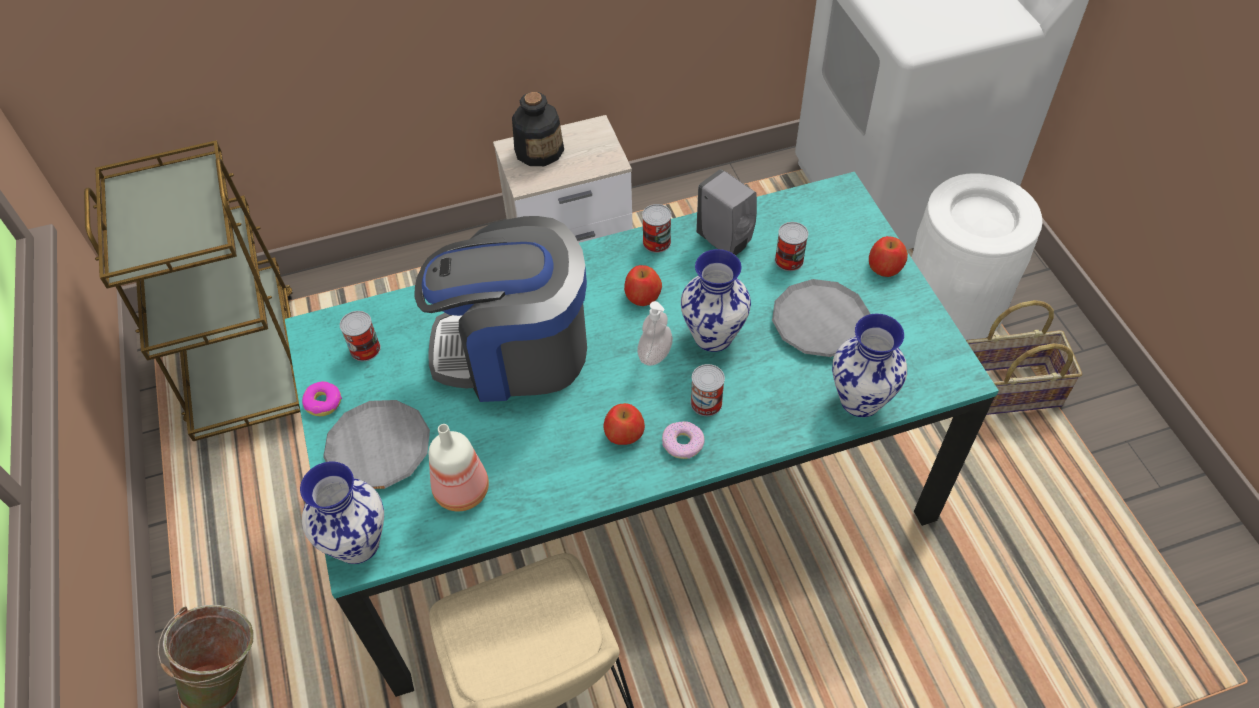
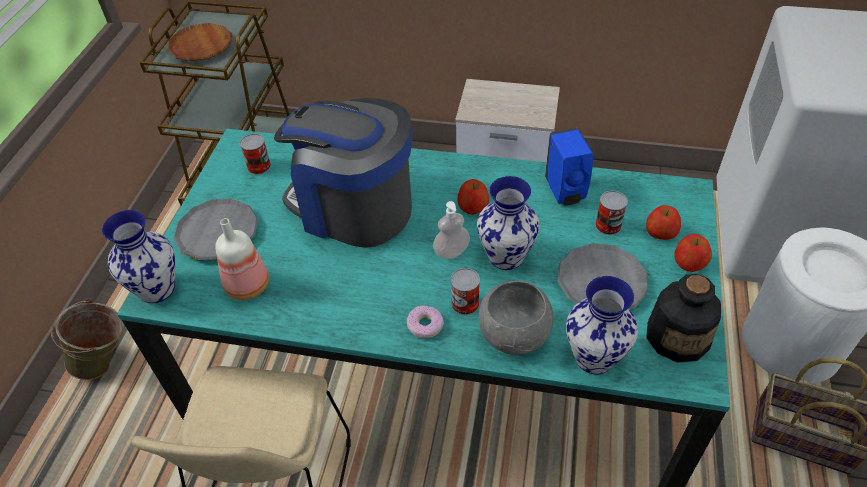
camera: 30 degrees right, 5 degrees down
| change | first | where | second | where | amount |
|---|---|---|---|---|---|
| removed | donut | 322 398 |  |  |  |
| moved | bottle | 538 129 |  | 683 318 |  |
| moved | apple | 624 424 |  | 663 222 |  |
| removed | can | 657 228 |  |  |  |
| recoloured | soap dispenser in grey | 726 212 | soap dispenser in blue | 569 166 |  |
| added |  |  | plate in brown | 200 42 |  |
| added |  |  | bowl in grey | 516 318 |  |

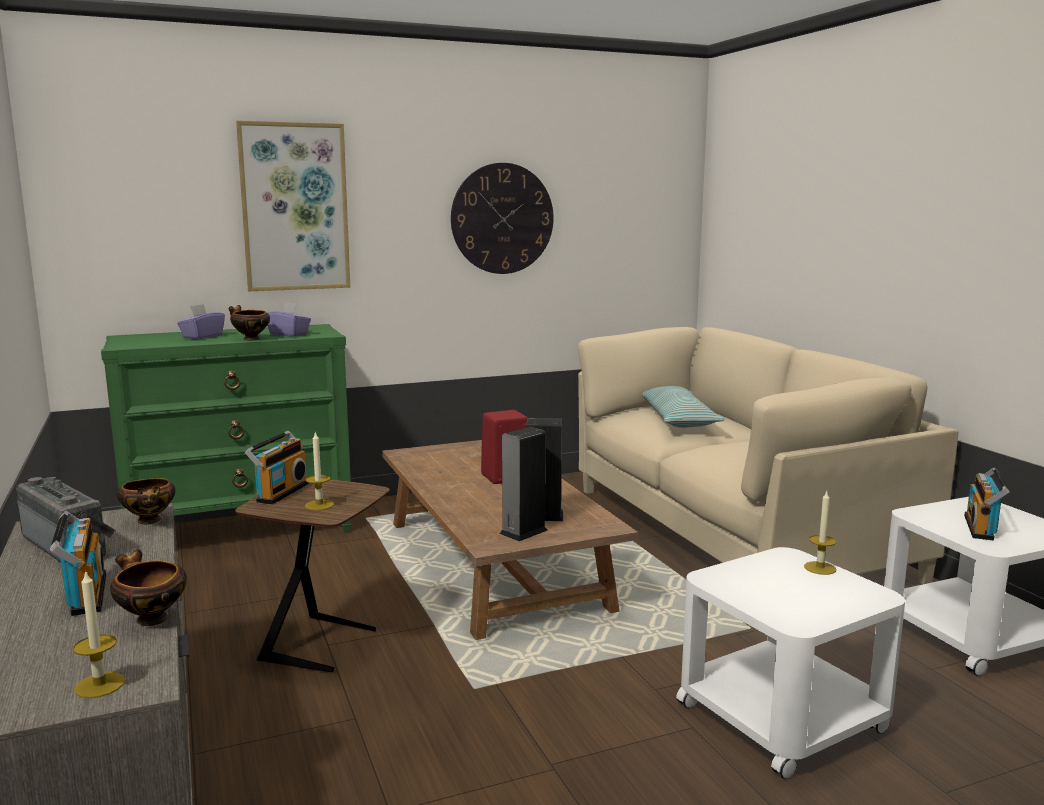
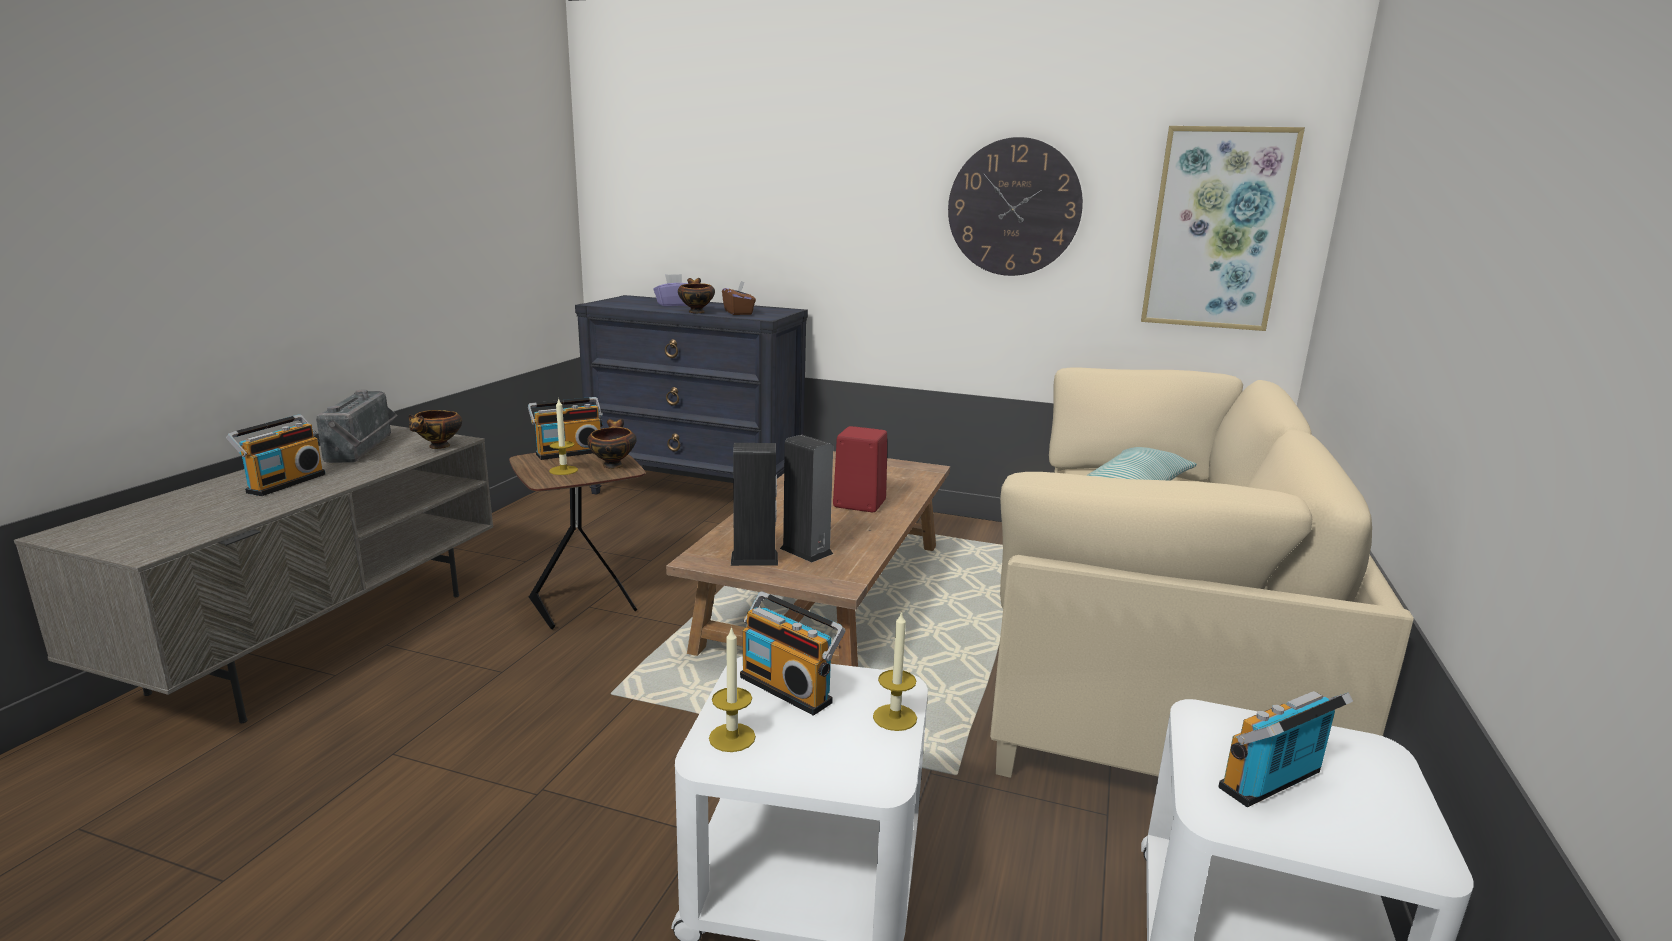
camera: 40 degrees right, 5 degrees up
| change | first | where | second | where | amount |
|---|---|---|---|---|---|
| moved | candle | 99 634 |  | 732 689 |  |
| recoloured | dresser in green | 226 428 | dresser in black | 691 395 |  |
| moved | bowl | 148 587 |  | 612 444 |  |
| moved | picture | 293 206 |  | 1223 228 |  |
| recoloured | tissue box in purple | 289 319 | tissue box in brown | 739 298 |  |
| added |  |  | radio | 793 653 |  |

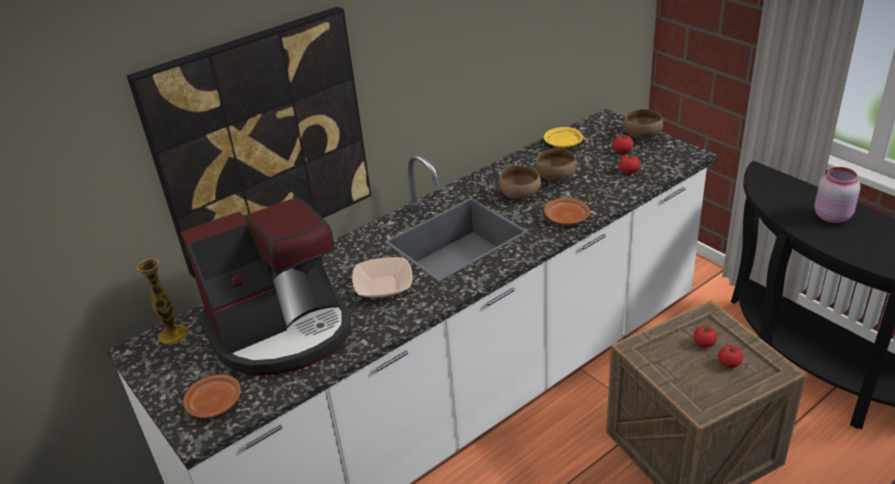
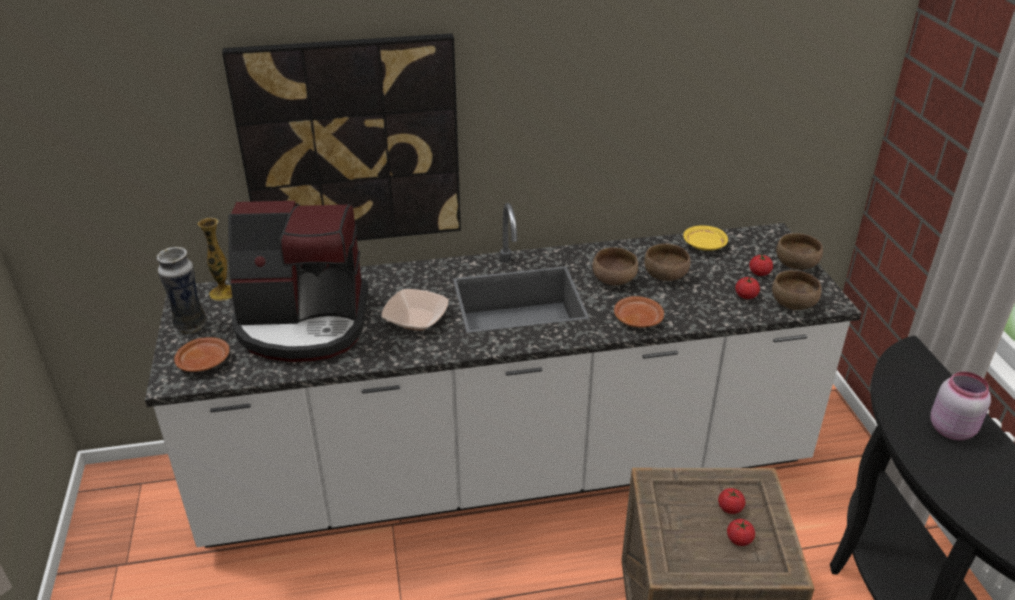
camera: 25 degrees right, 0 degrees up
| change | first | where | second | where | amount |
|---|---|---|---|---|---|
| added |  |  | vase | 181 290 |  |
| added |  |  | bowl in brown | 797 290 |  |

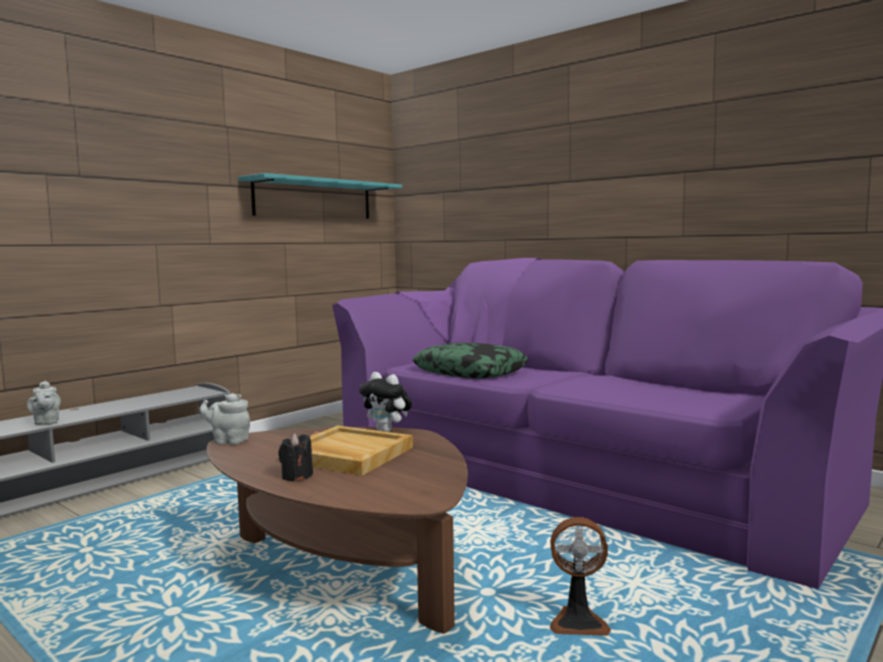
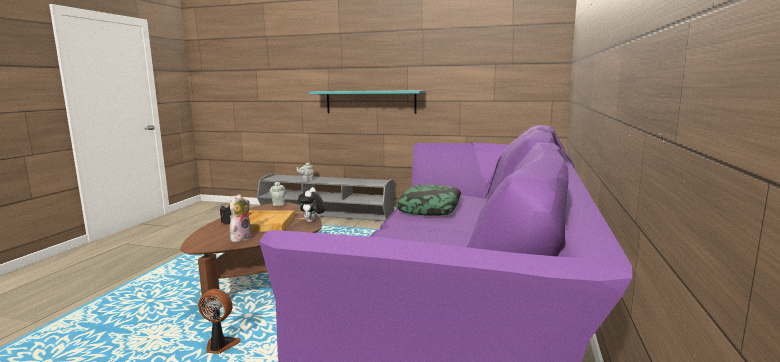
camera: 65 degrees right, 5 degrees up
| change | first | where | second | where | amount |
|---|---|---|---|---|---|
| moved | shelf in turquoise | 320 196 |  | 367 102 |  |
| turned | fan | 580 576 |  | 219 321 | 120 degrees clockwise |
| added |  |  | plush toy | 240 218 |  |

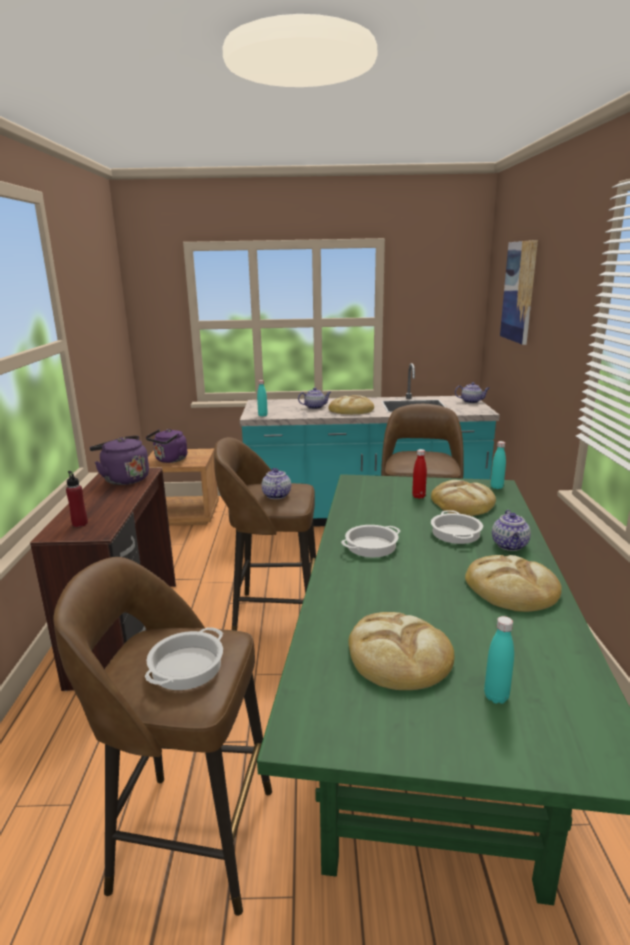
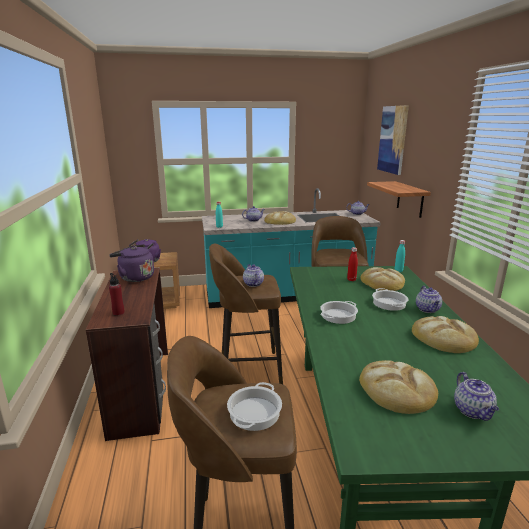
camera: 10 degrees left, 0 degrees up
| change | first | where | second | where | amount |
|---|---|---|---|---|---|
| replaced | bottle in turquoise | 499 660 | teapot | 476 396 |  |
| added |  |  | shelf | 399 199 |  |

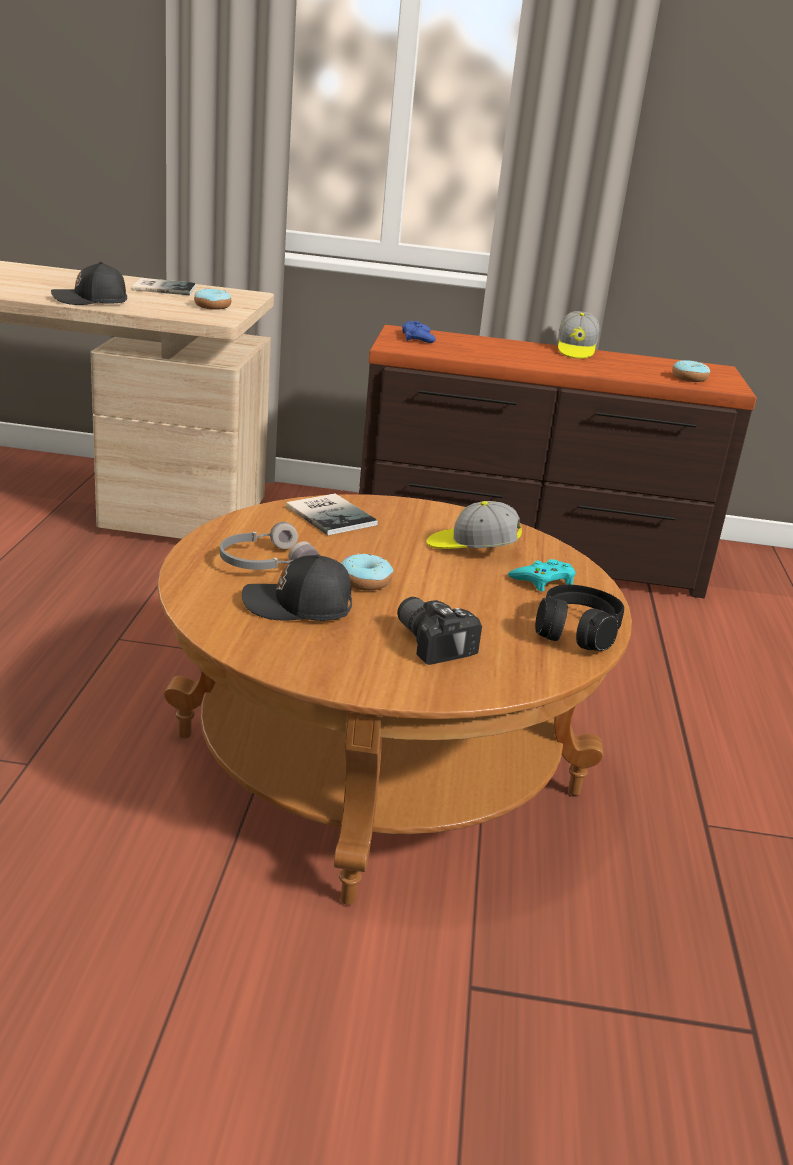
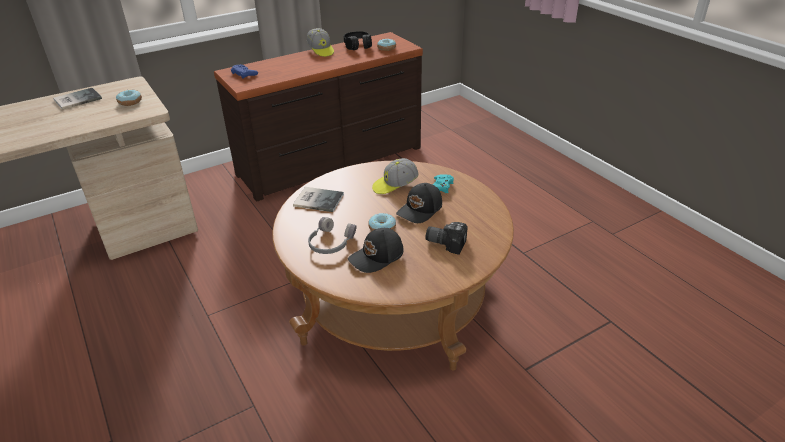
camera: 35 degrees left, 10 degrees up
| change | first | where | second | where | amount |
|---|---|---|---|---|---|
| moved | cap in black | 89 283 |  | 419 203 |  |
| moved | headphones in black | 579 618 |  | 358 40 |  |

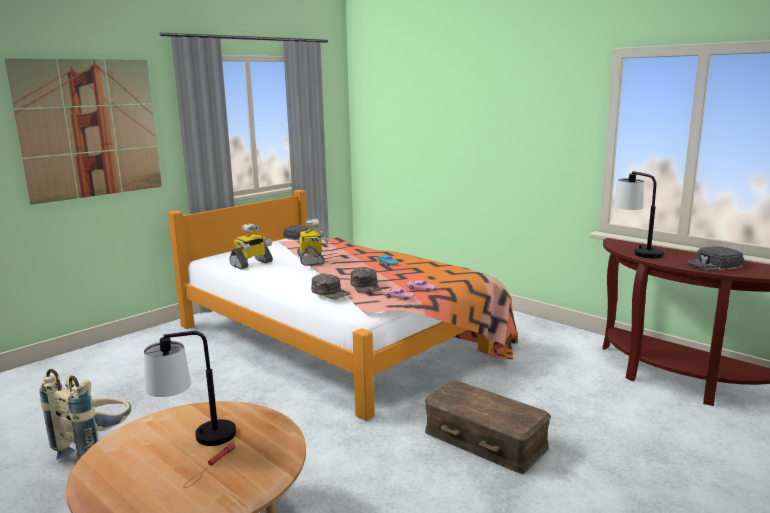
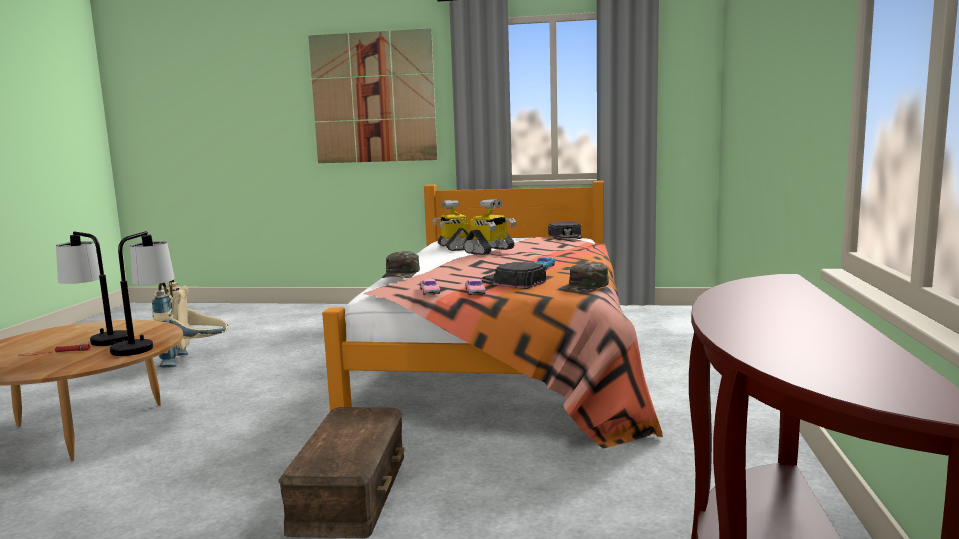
camera: 55 degrees right, 5 degrees down
| change | first | where | second | where | amount |
|---|---|---|---|---|---|
| turned | toy robot | 251 246 |  | 451 225 | 60 degrees clockwise |
| moved | cap in green | 365 280 |  | 583 277 |  |
| moved | table lamp | 639 214 |  | 142 293 |  |
| moved | cap in black | 714 258 |  | 514 275 |  |

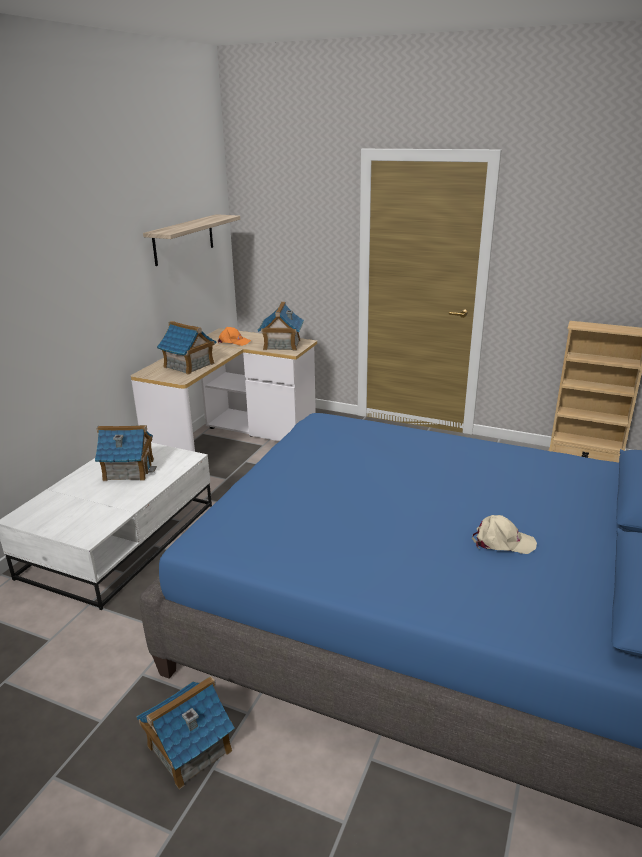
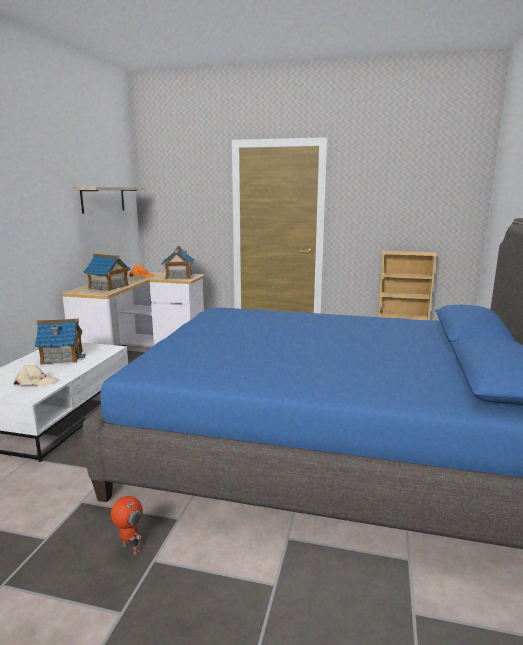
camera: 10 degrees left, 10 degrees down
| change | first | where | second | where | amount |
|---|---|---|---|---|---|
| replaced | toy house | 185 732 | toy robot | 126 525 |  |
| moved | cap in beige | 504 534 |  | 35 375 |  |

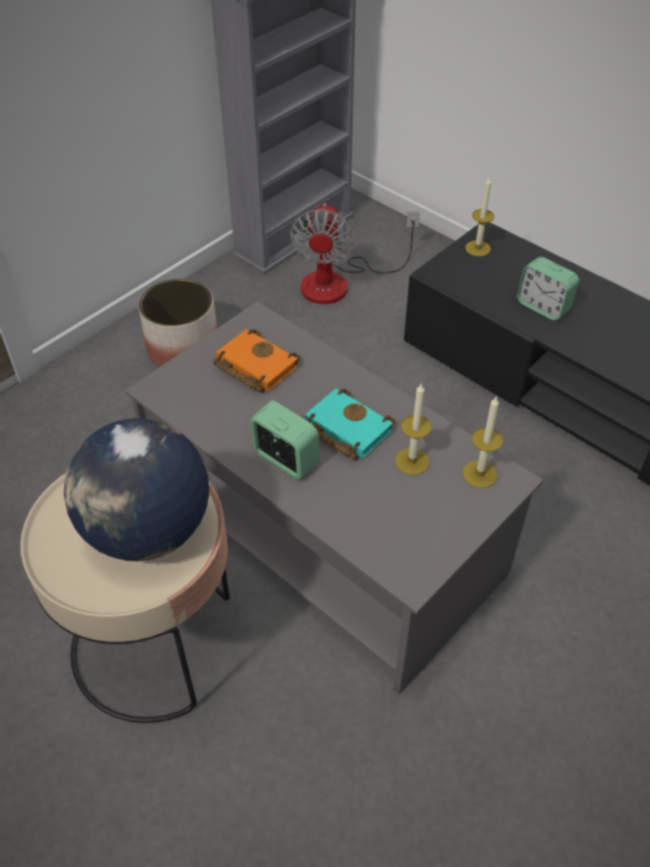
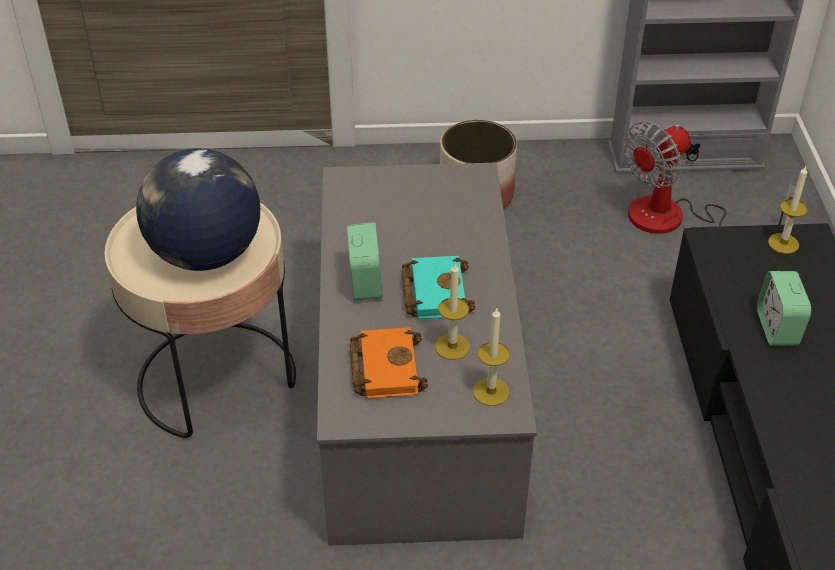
camera: 45 degrees right, 5 degrees down
| change | first | where | second | where | amount |
|---|---|---|---|---|---|
| moved | book in orange | 256 361 |  | 389 362 |  |

